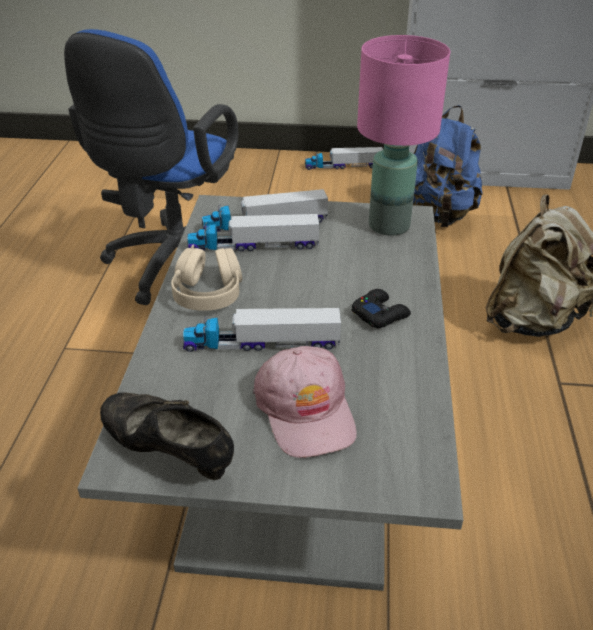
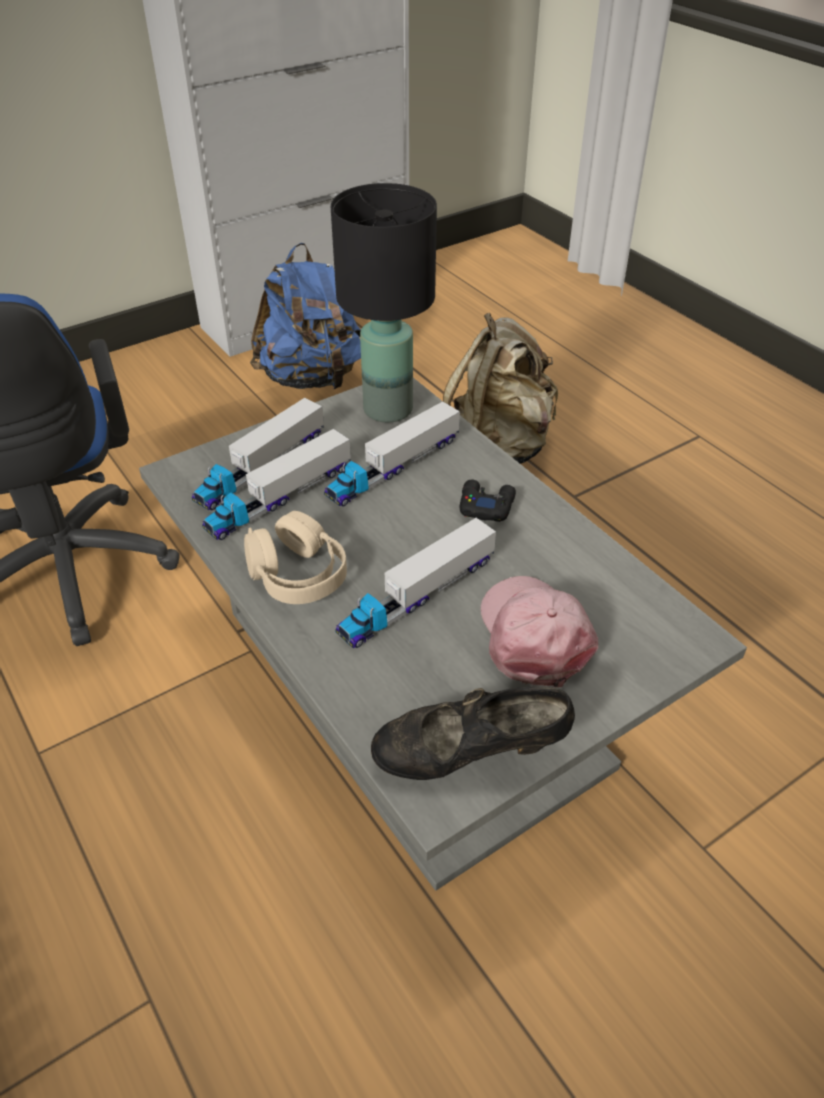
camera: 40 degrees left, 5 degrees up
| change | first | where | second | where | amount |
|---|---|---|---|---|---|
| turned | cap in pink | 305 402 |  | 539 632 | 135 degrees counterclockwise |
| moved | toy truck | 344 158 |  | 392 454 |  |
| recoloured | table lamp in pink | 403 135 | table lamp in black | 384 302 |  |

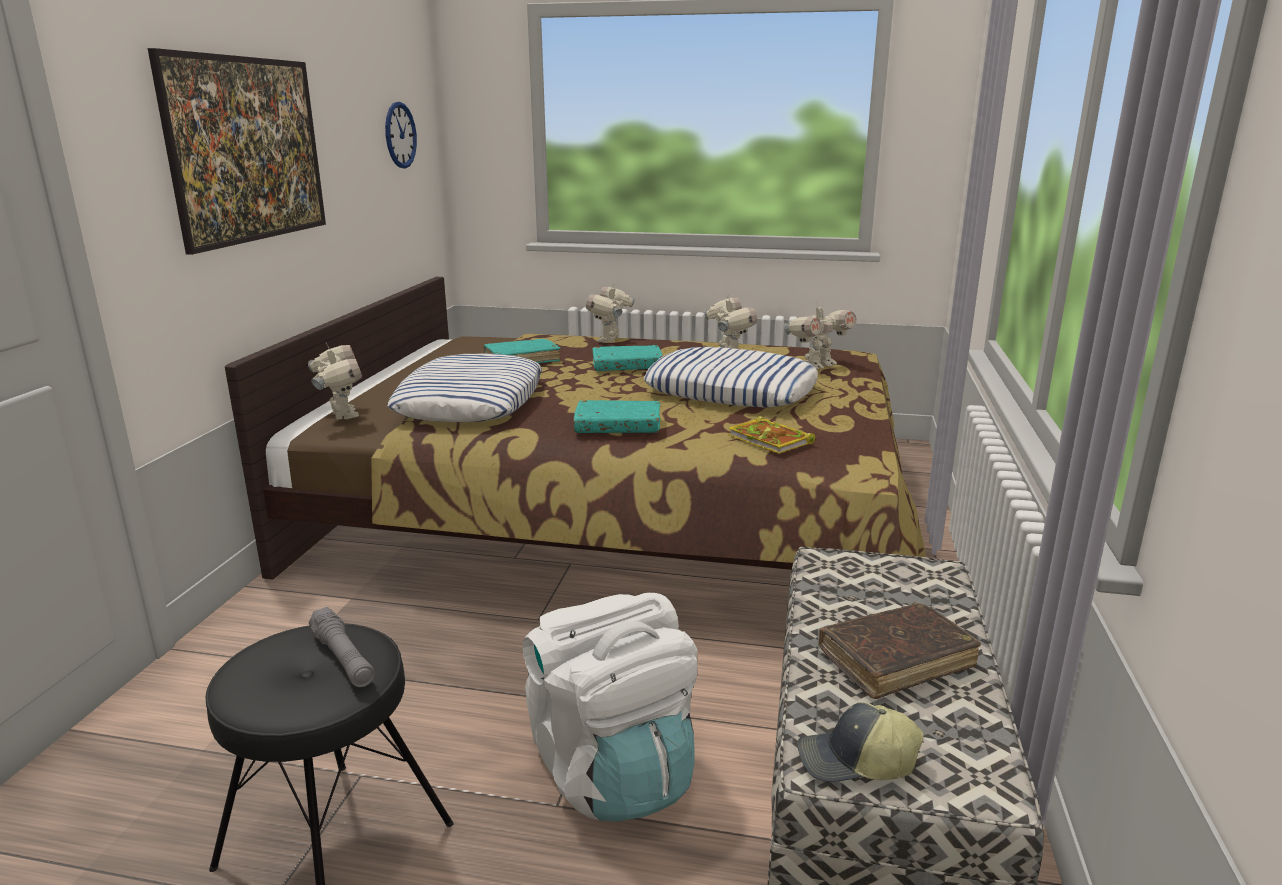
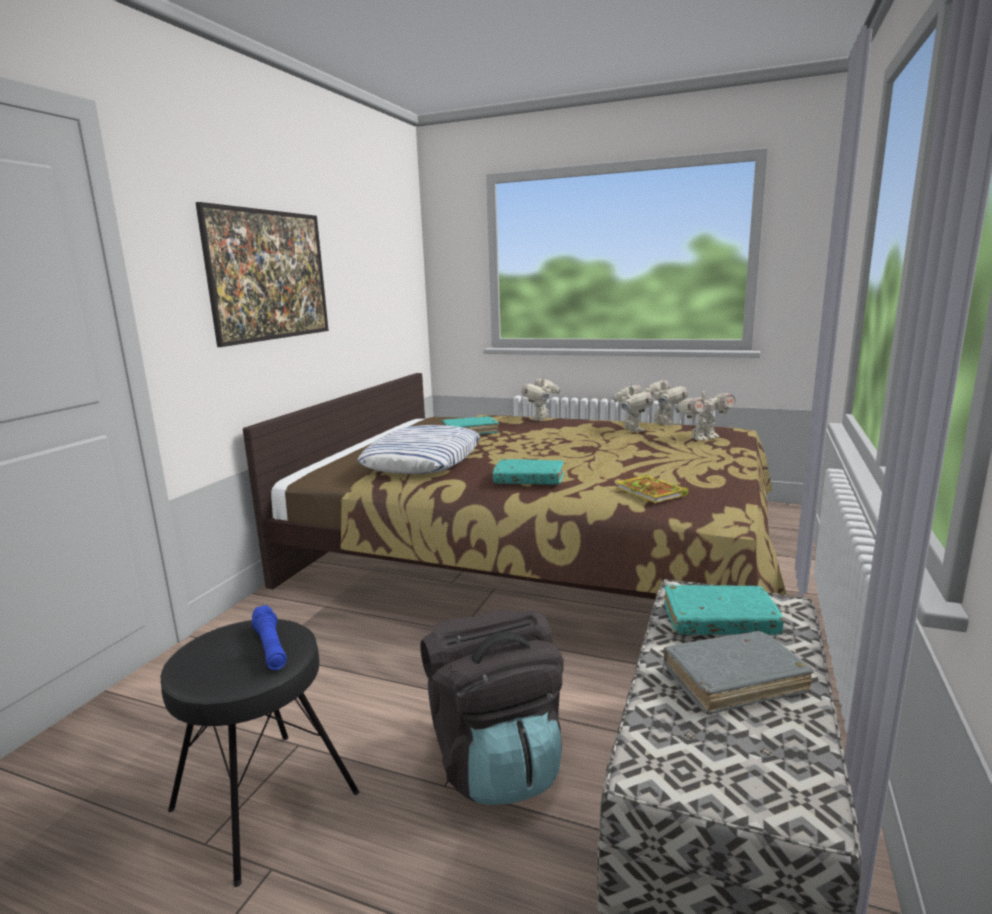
camera: 10 degrees right, 5 degrees down
| change | first | where | second | where | amount |
|---|---|---|---|---|---|
| moved | toy robot | 335 381 |  | 665 401 |  |
| recoloured | flashlight in grey | 342 647 | flashlight in blue | 269 637 |  |
| removed | wall clock | 401 135 |  |  |  |
| recoloured | backpack in white | 610 707 | backpack in black | 492 707 |  |
| moved | book in turquoise | 627 358 |  | 724 610 |  |
| removed | pillow | 731 377 |  |  |  |
| removed | cap | 861 742 |  |  |  |
| recoloured | book in brown | 900 651 | book in grey | 739 673 |  |

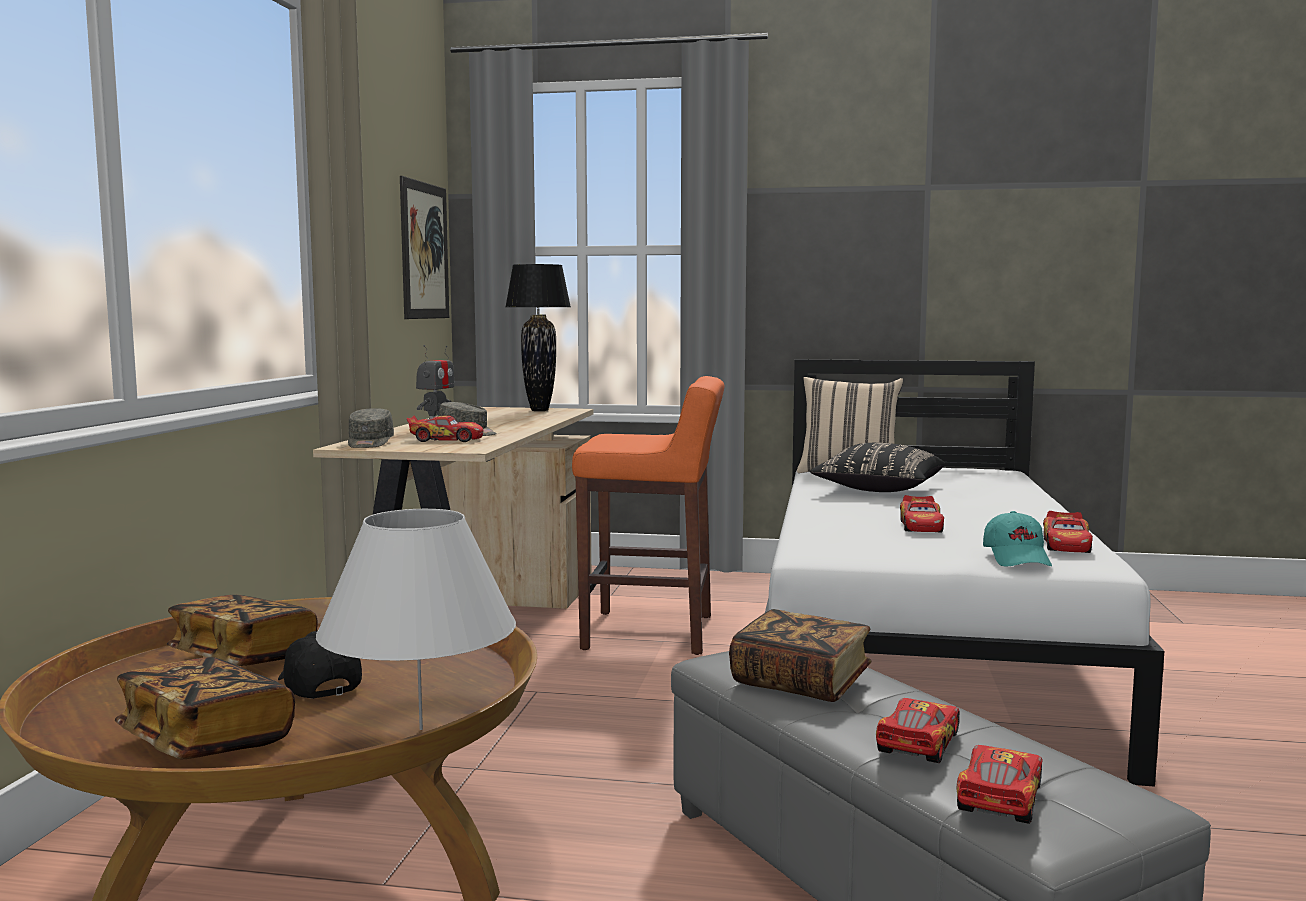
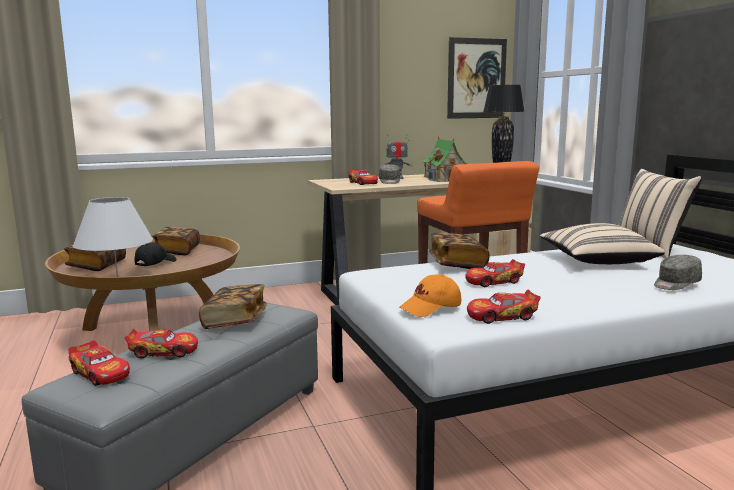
camera: 60 degrees right, 5 degrees up
| change | first | where | second | where | amount |
|---|---|---|---|---|---|
| moved | cap in grey | 371 428 |  | 678 272 |  |
| recoloured | pillow in black | 877 467 | pillow in beige | 602 243 |  |
| turned | toy car | 1000 784 |  | 99 363 | 45 degrees clockwise |
| recoloured | cap in turquoise | 1017 539 | cap in orange | 430 295 |  |
| added |  |  | toy house | 444 158 |  |
| added |  |  | book | 459 251 |  |

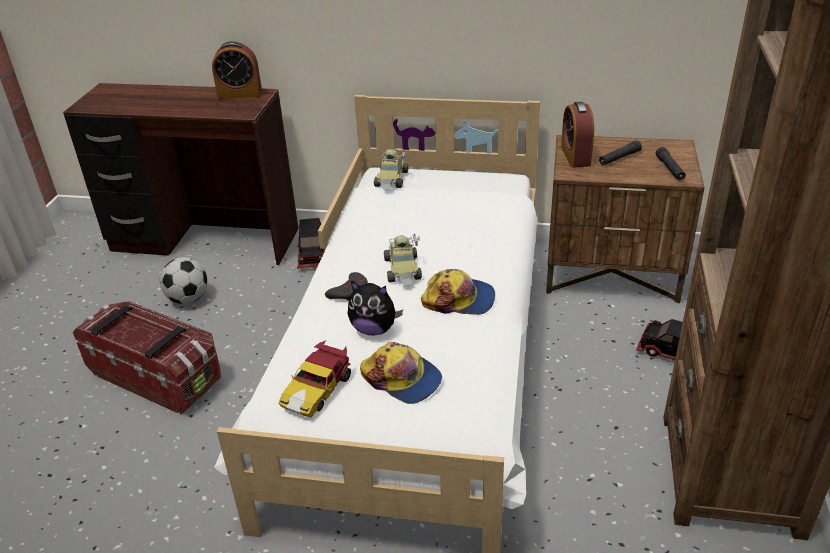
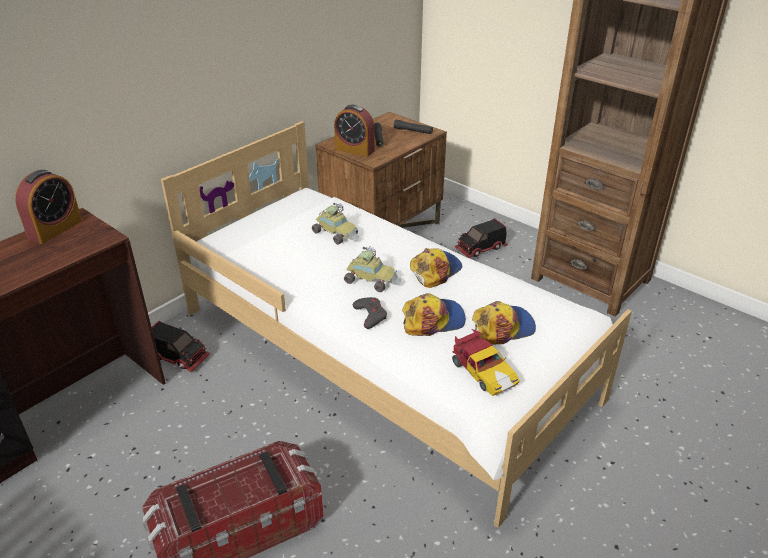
camera: 60 degrees left, 0 degrees up
| change | first | where | second | where | amount |
|---|---|---|---|---|---|
| removed | football | 183 280 |  |  |  |
| replaced | plush toy | 375 308 | cap | 434 314 |  |
| moved | toy car | 391 169 |  | 335 224 |  |

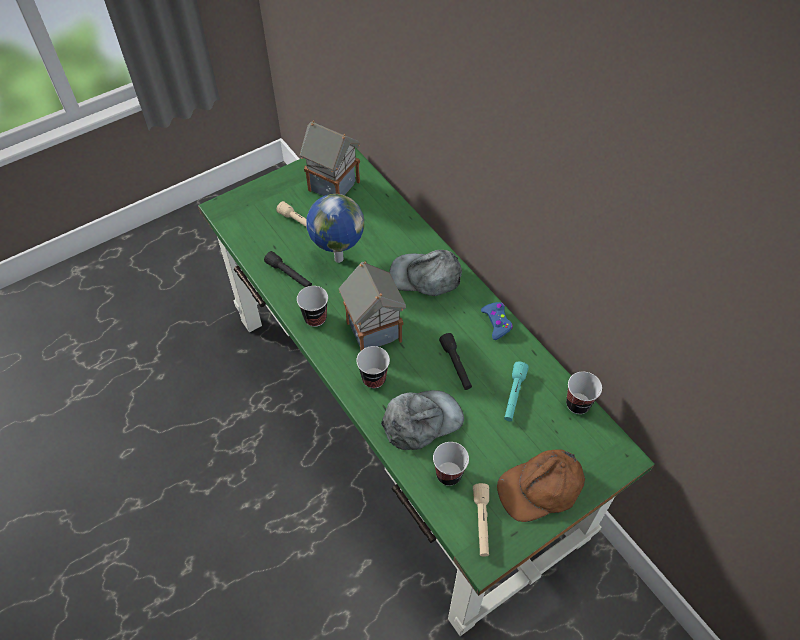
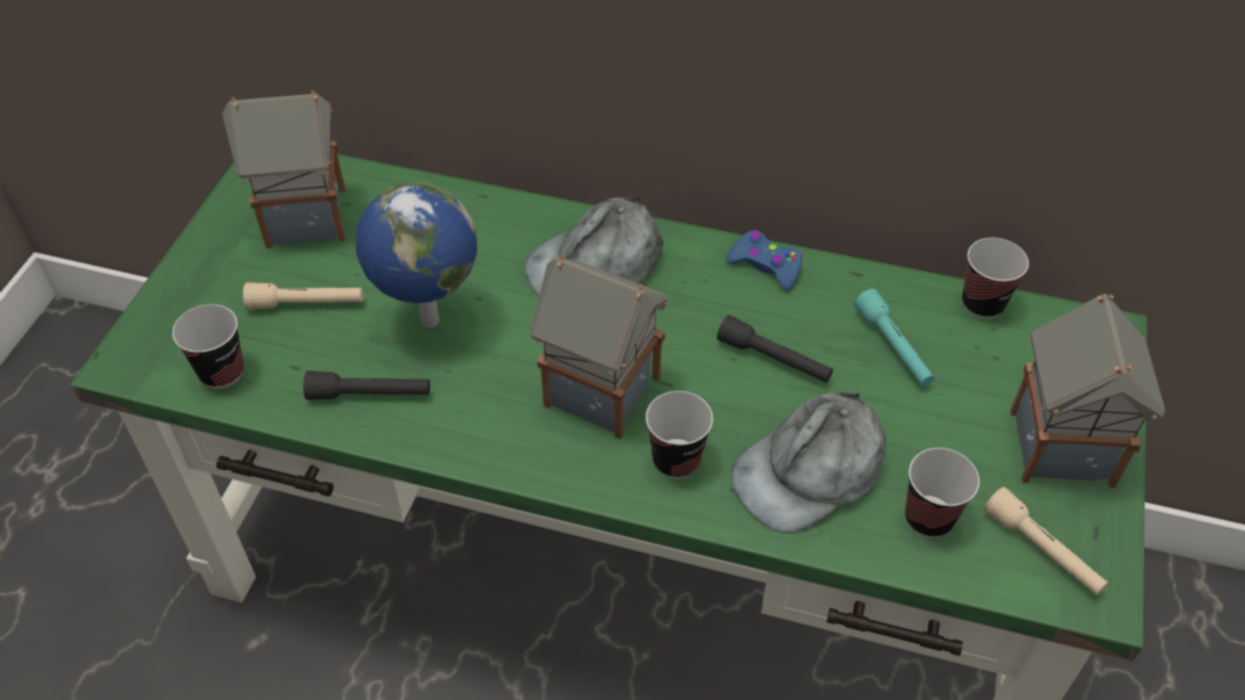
camera: 40 degrees left, 5 degrees down
| change | first | where | second | where | amount |
|---|---|---|---|---|---|
| moved | cup | 312 306 |  | 208 346 |  |
| turned | cap in grey | 422 420 |  | 808 462 | 150 degrees counterclockwise |
| replaced | cap in brown | 541 486 | toy house | 1087 391 |  |

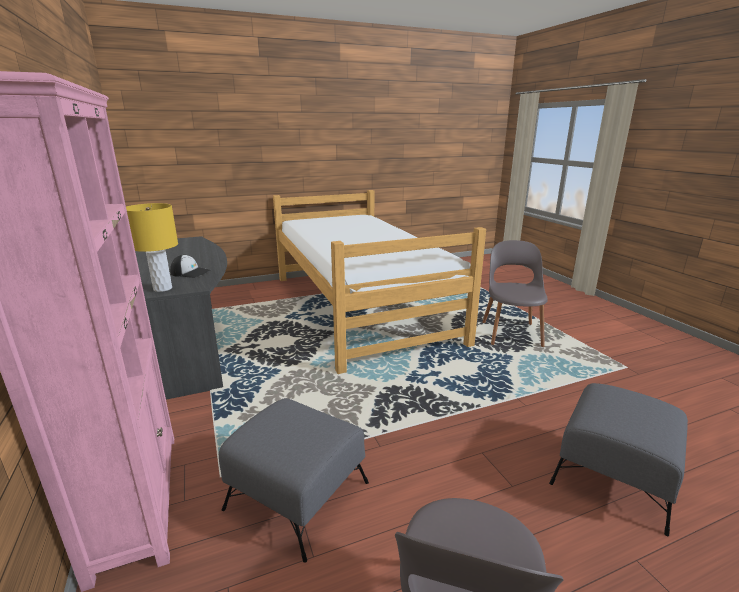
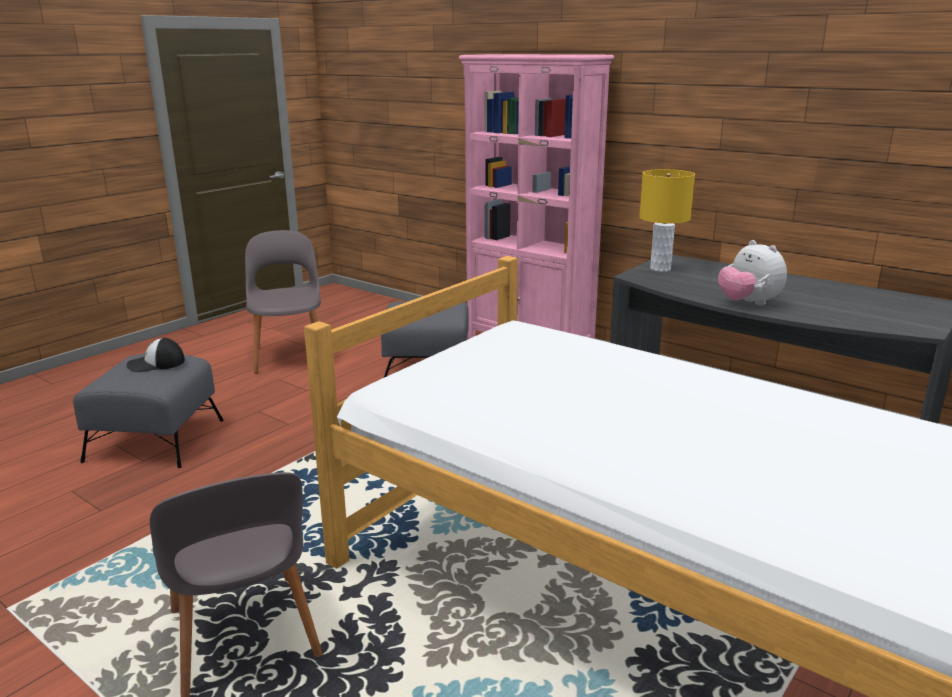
camera: 150 degrees right, 0 degrees up
| change | first | where | second | where | amount |
|---|---|---|---|---|---|
| moved | cap | 190 266 |  | 155 355 |  |
| added |  |  | plush toy | 752 272 |  |

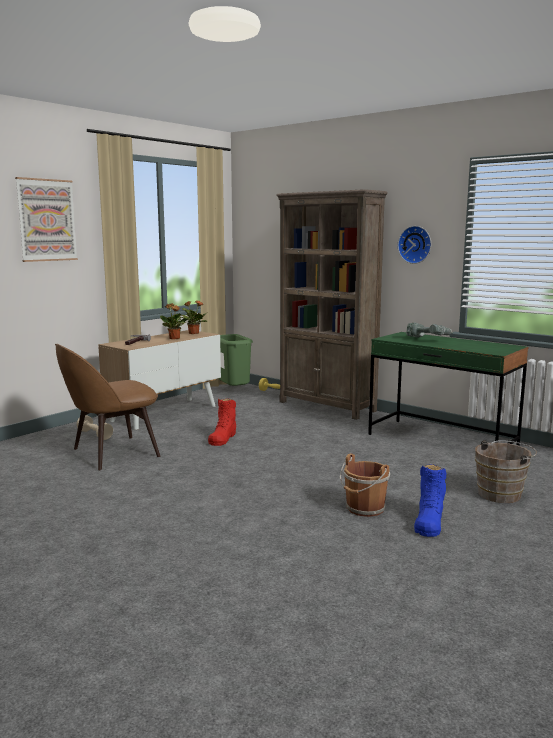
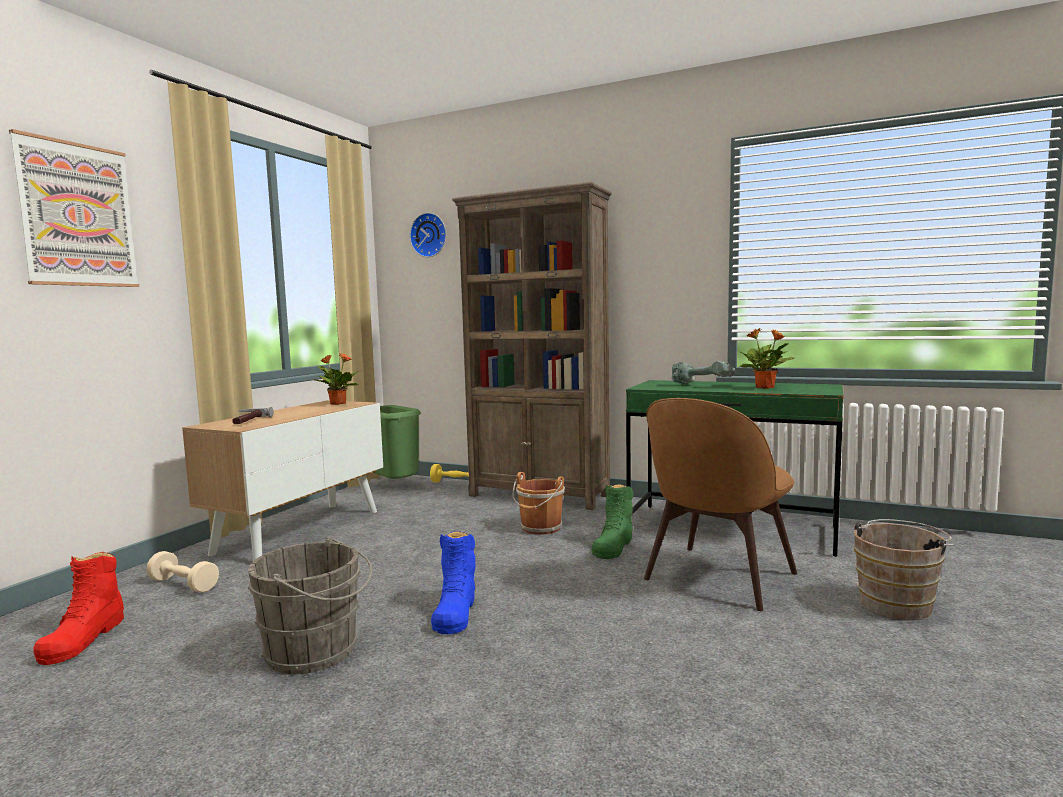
camera: 15 degrees left, 5 degrees down
| change | first | where | second | where | amount |
|---|---|---|---|---|---|
| moved | chair in brown | 107 407 |  | 720 504 |  |
| moved | potted plant | 174 321 |  | 767 358 |  |
| moved | boot in red | 222 422 |  | 78 608 |  |
| moved | bucket in brown | 365 485 |  | 539 503 |  |
| moved | wall clock | 414 245 |  | 428 235 |  |
| moved | boot in blue | 430 500 |  | 453 582 |  |
| added |  |  | bucket in grey | 310 605 |  |
| added |  |  | boot in green | 612 521 |  |

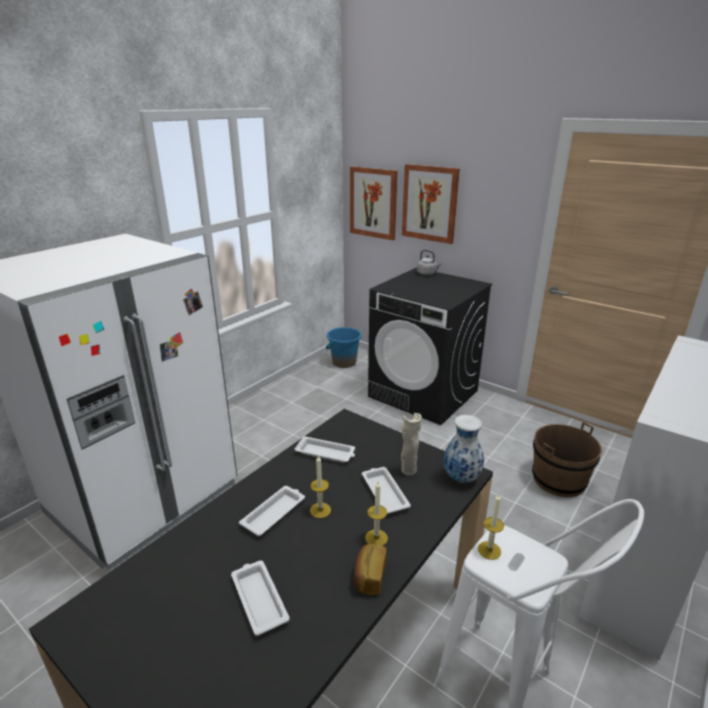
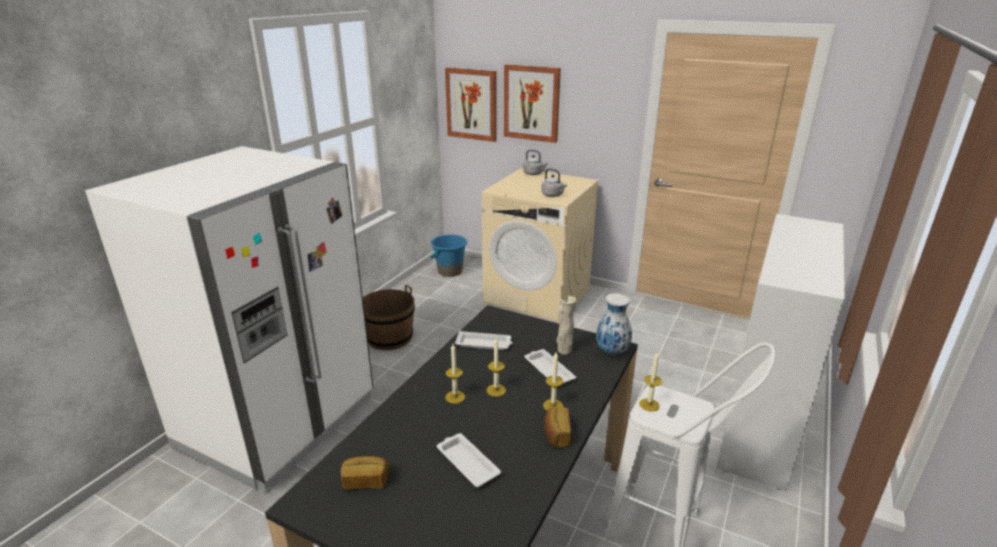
camera: 10 degrees left, 0 degrees up
| change | first | where | second | where | amount |
|---|---|---|---|---|---|
| replaced | tray in white | 272 511 | candle | 455 374 |  |
| recoloured | washing machine in black | 430 346 | washing machine in beige | 540 245 |  |
| moved | bucket in brown | 567 459 |  | 389 317 |  |
| added |  |  | bread | 365 473 |  |
| added |  |  | kettle in grey | 554 182 |  |

